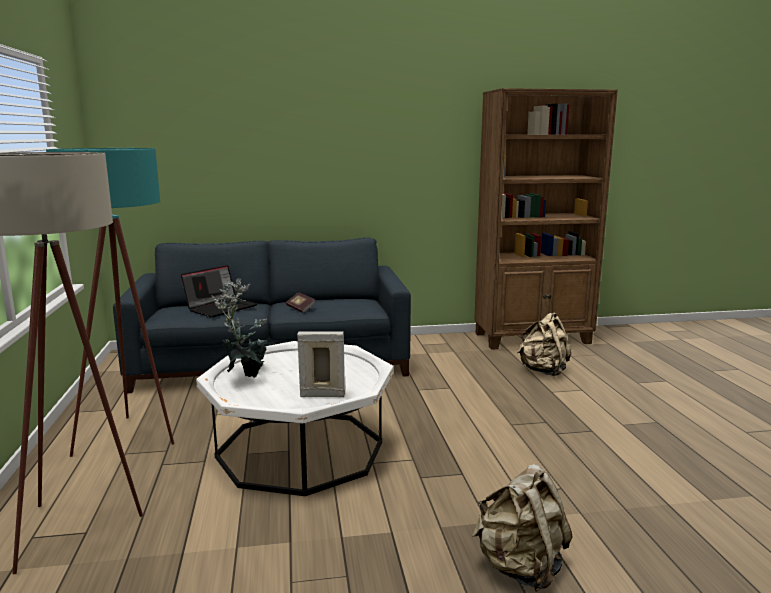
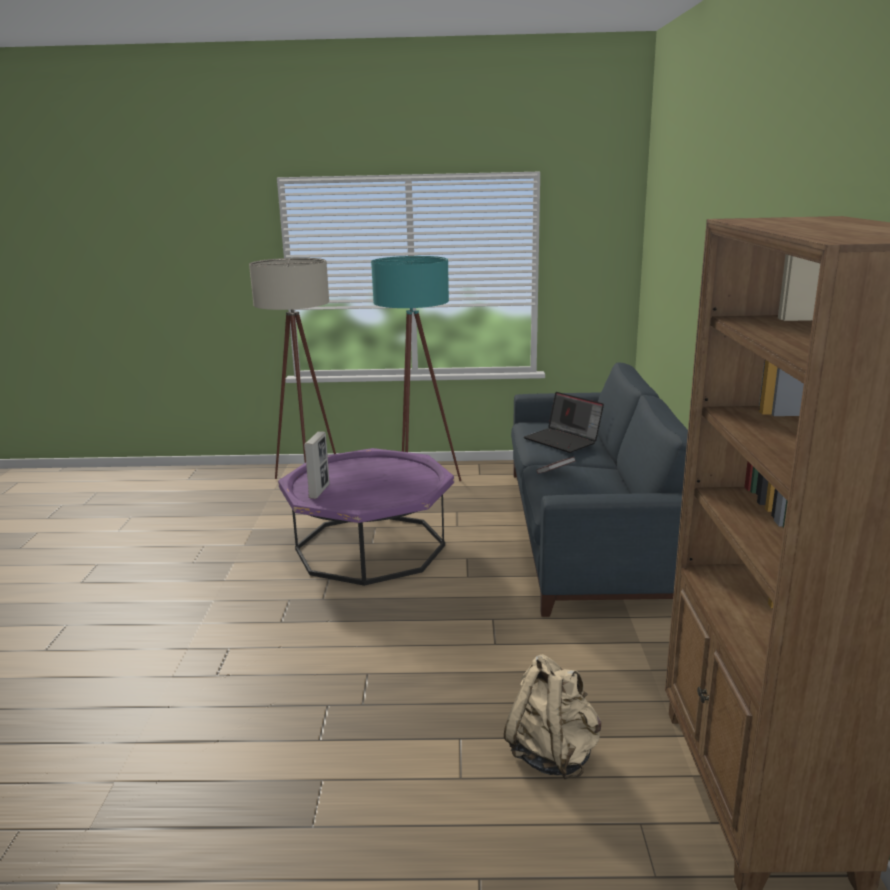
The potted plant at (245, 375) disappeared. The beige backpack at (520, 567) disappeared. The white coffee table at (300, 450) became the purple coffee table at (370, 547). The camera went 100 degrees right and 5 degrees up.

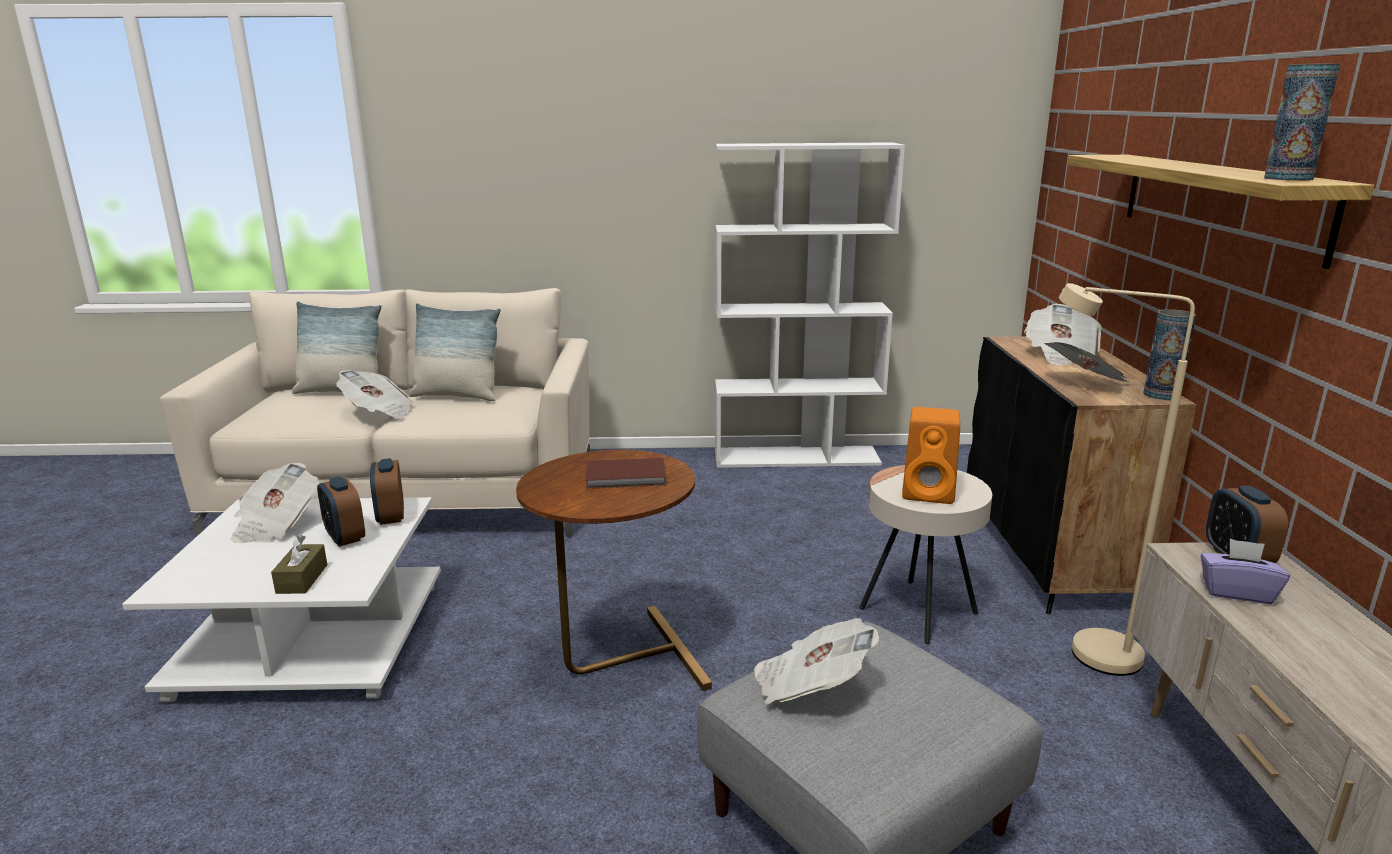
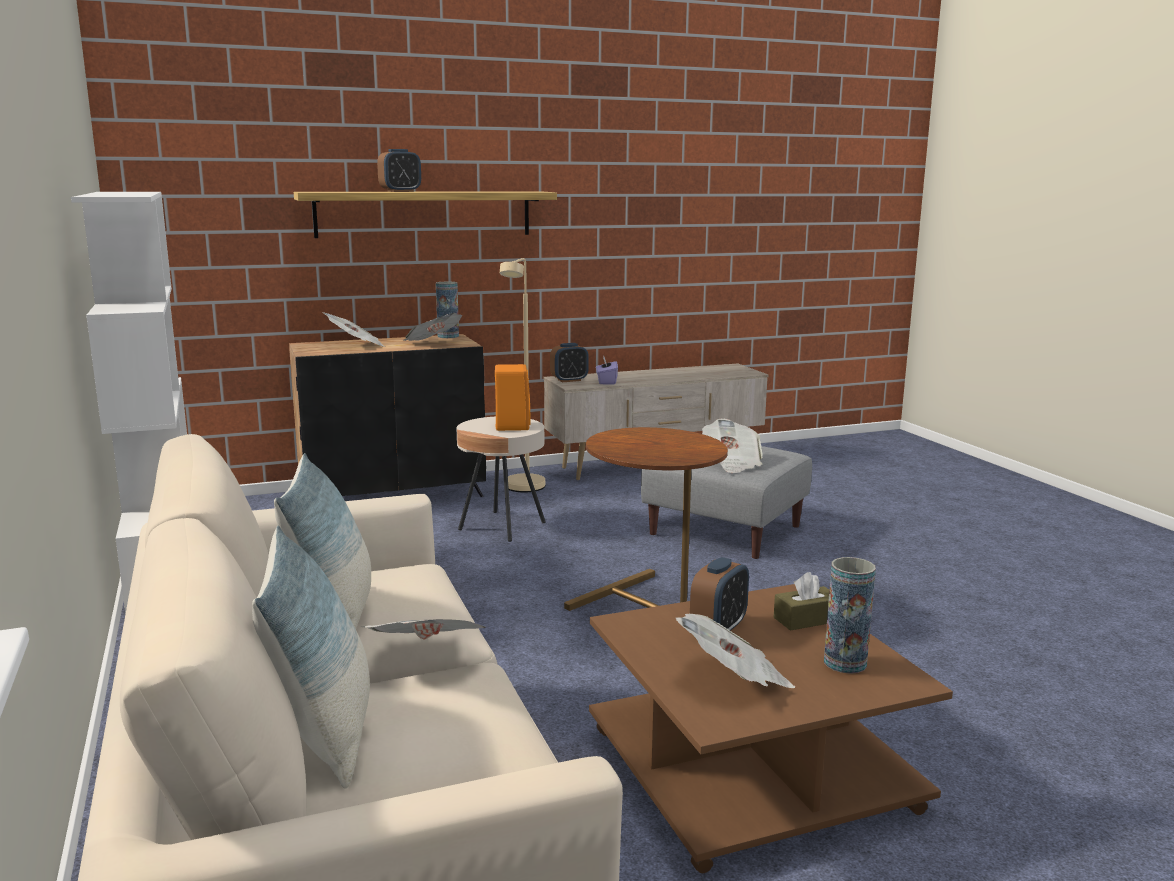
The brown book at (627, 477) disappeared. The alarm clock moved from (390, 516) to (400, 191). The vase moved from (1288, 178) to (845, 663). The white coffee table at (316, 638) became the brown coffee table at (746, 768). The camera went 110 degrees left and 5 degrees down.

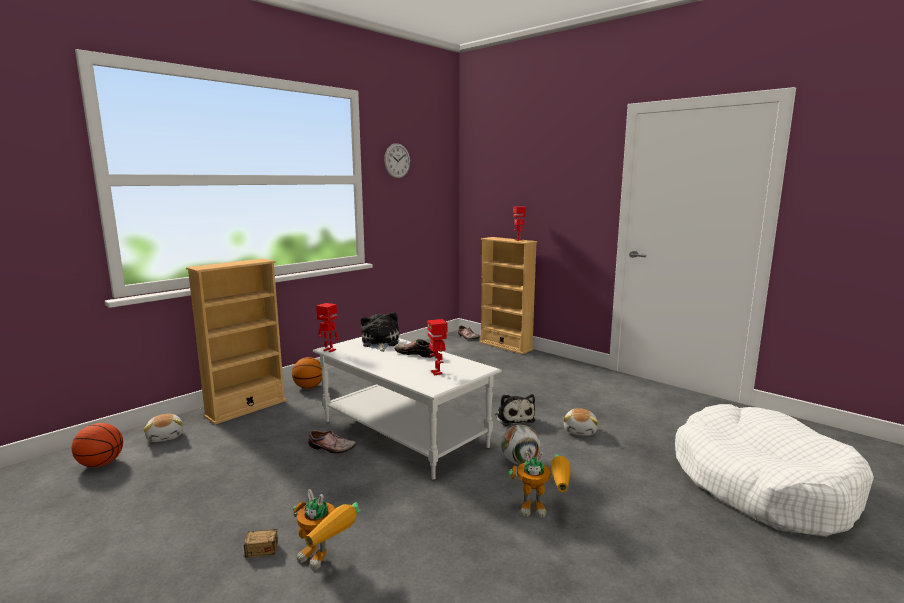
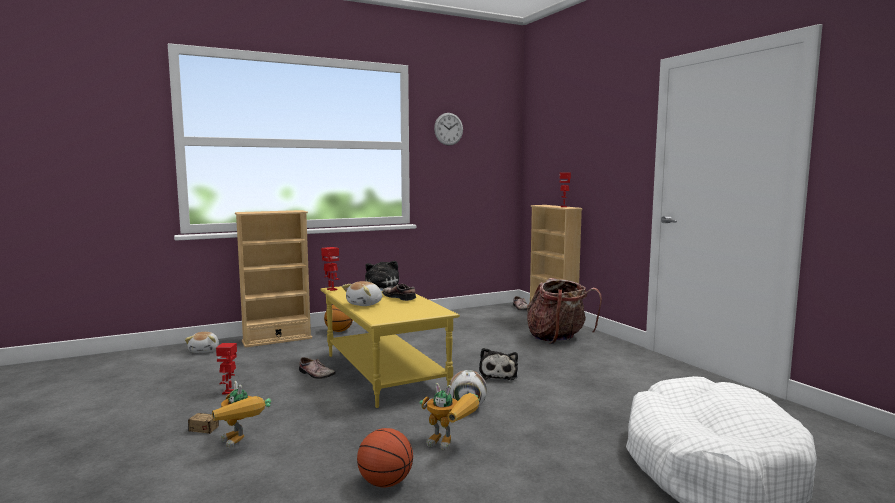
The backpack at (558, 338) appeared. The basketball moved from (100, 464) to (385, 483). The toy robot moved from (437, 373) to (228, 392). The plush toy moved from (580, 431) to (365, 304). The white coffee table at (402, 434) became the yellow coffee table at (383, 373). The camera went 20 degrees right and 5 degrees down.

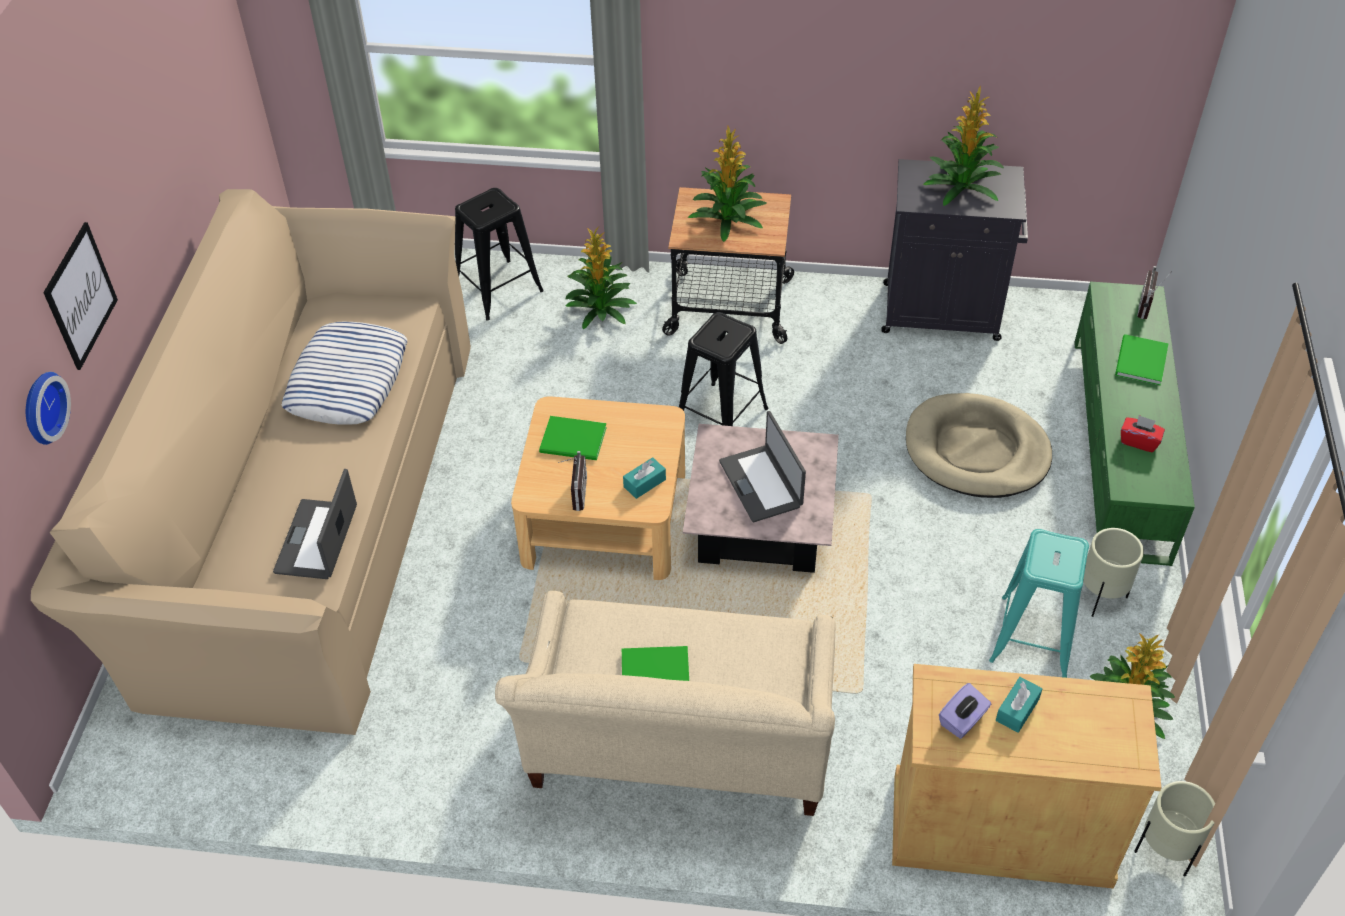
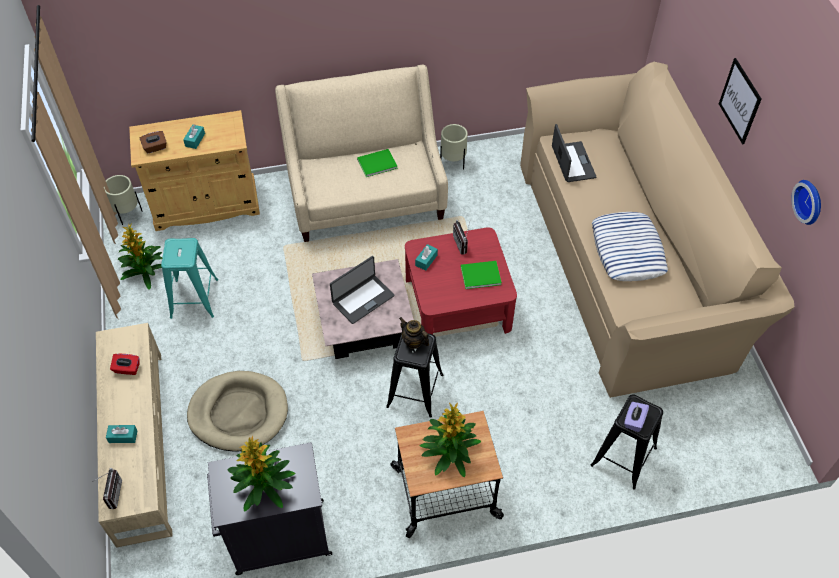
The potted plant at (600, 309) disappeared. The brown tissue box at (155, 147) appeared. The teapot at (413, 341) appeared. The wall clock moved from (41, 407) to (810, 201). The purple tissue box moved from (962, 720) to (634, 421). The beige planter moved from (1100, 598) to (453, 163). The green book at (1139, 362) was replaced by the turquoise tissue box at (123, 436). The beige coffee table at (604, 515) became the red coffee table at (458, 303). The green tv stand at (1119, 447) became the beige tv stand at (140, 443). The laptop at (761, 483) turned 90 degrees clockwise. The camera went 160 degrees right and 5 degrees up.

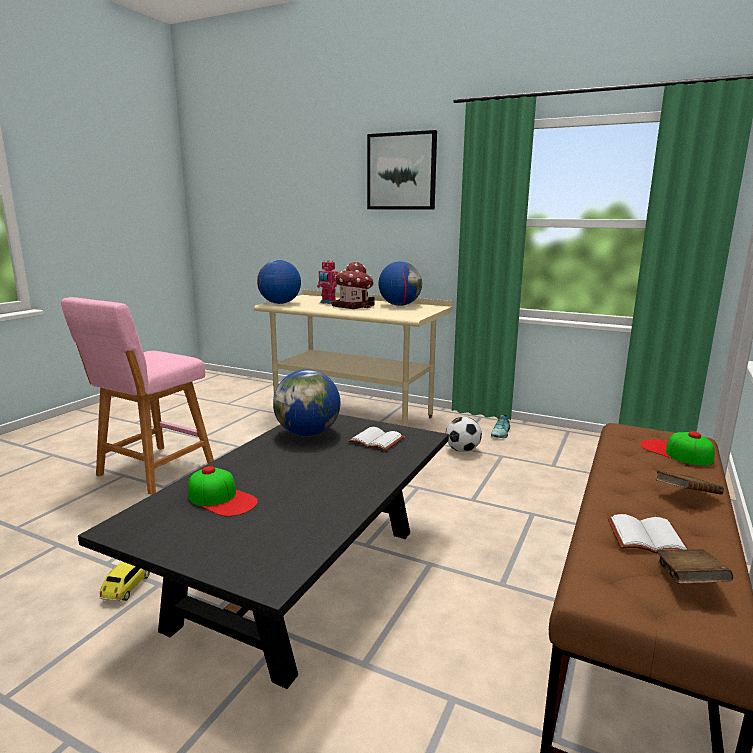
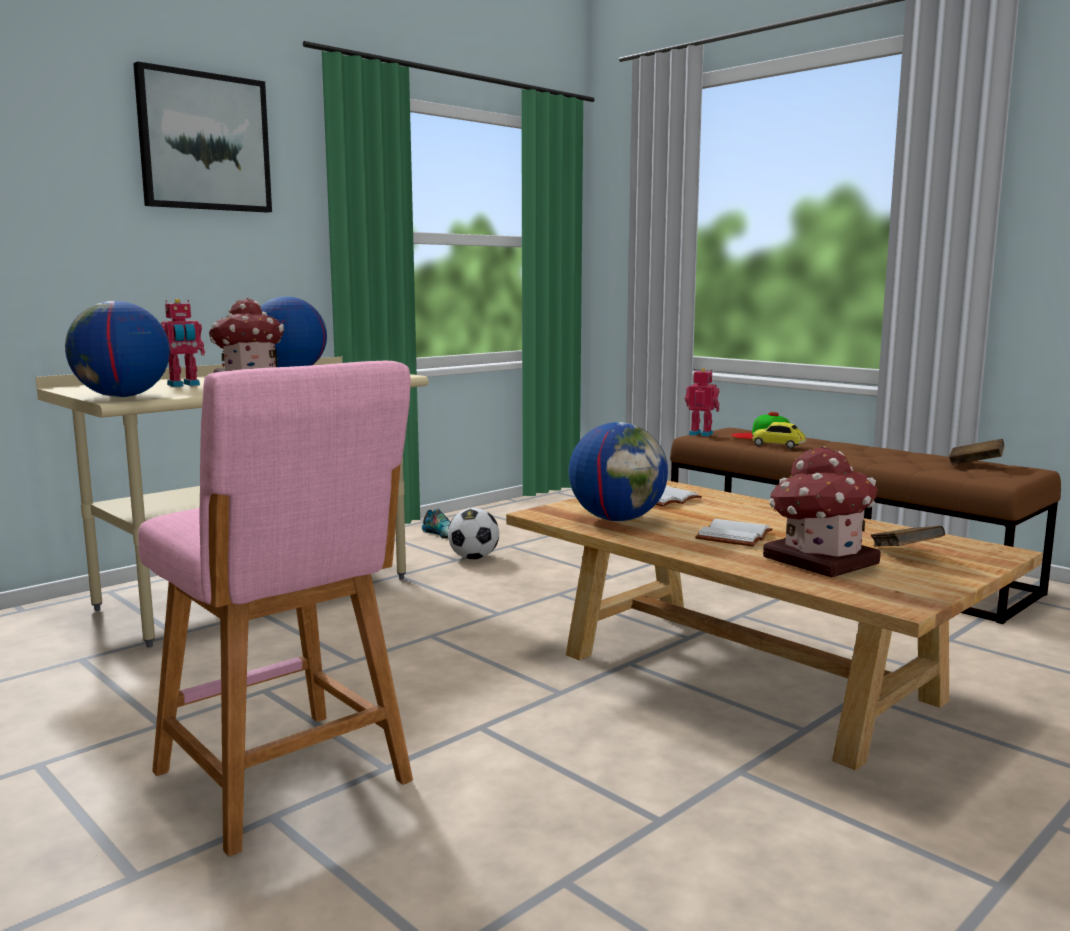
The toy robot at (701, 434) appeared. The toy car moved from (126, 588) to (778, 445). The white book moved from (645, 538) to (736, 537). The brown book moved from (686, 496) to (904, 554). The cap at (222, 499) was replaced by the toy house at (818, 560). The black coffee table at (302, 576) became the beige coffee table at (747, 677). The camera went 70 degrees left and 5 degrees down.

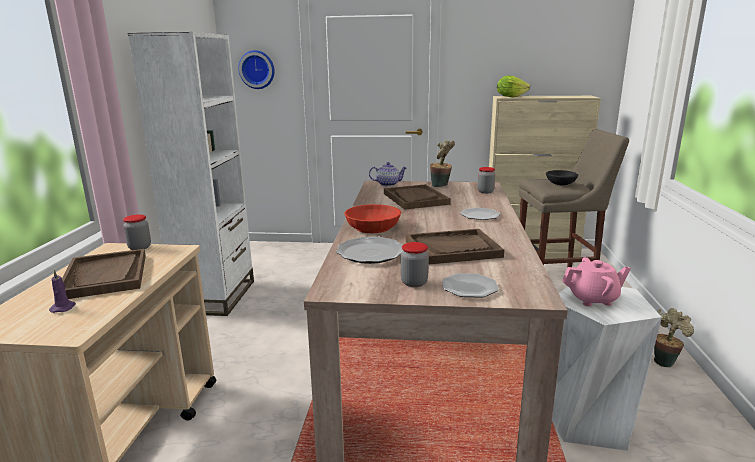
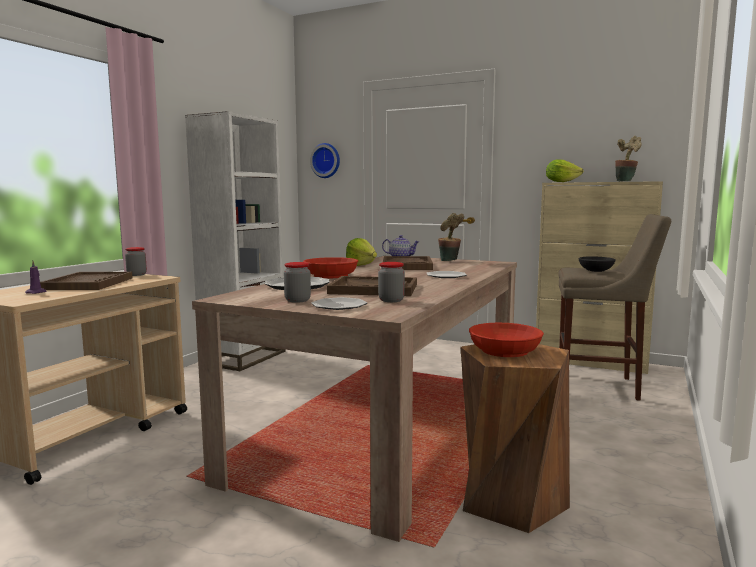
The lettuce at (361, 265) appeared. The jar moved from (485, 192) to (391, 300). The potted plant moved from (665, 361) to (626, 181). The pink teapot at (593, 299) was replaced by the red bowl at (504, 350). The white stool at (588, 418) became the brown stool at (511, 499). The camera went 20 degrees right and 10 degrees down.

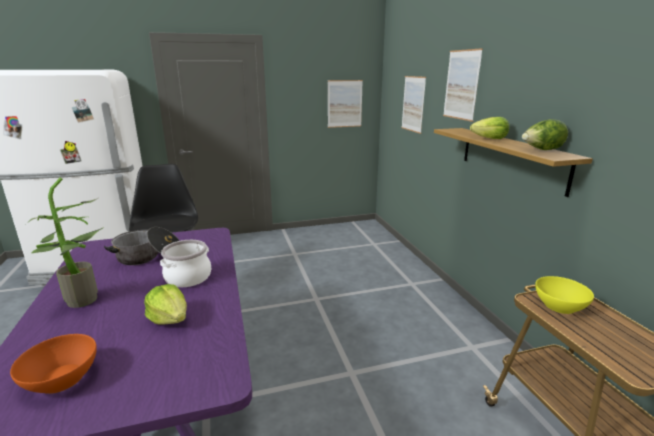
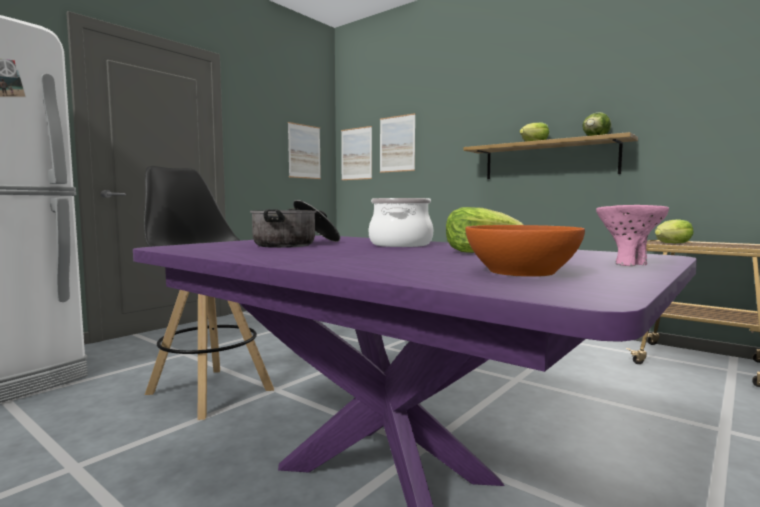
The potted plant at (81, 302) disappeared. The pink bowl at (628, 264) appeared. The picture moved from (461, 85) to (356, 154). The yellow bowl at (560, 306) was replaced by the lettuce at (672, 243). The camera went 35 degrees left and 15 degrees down.

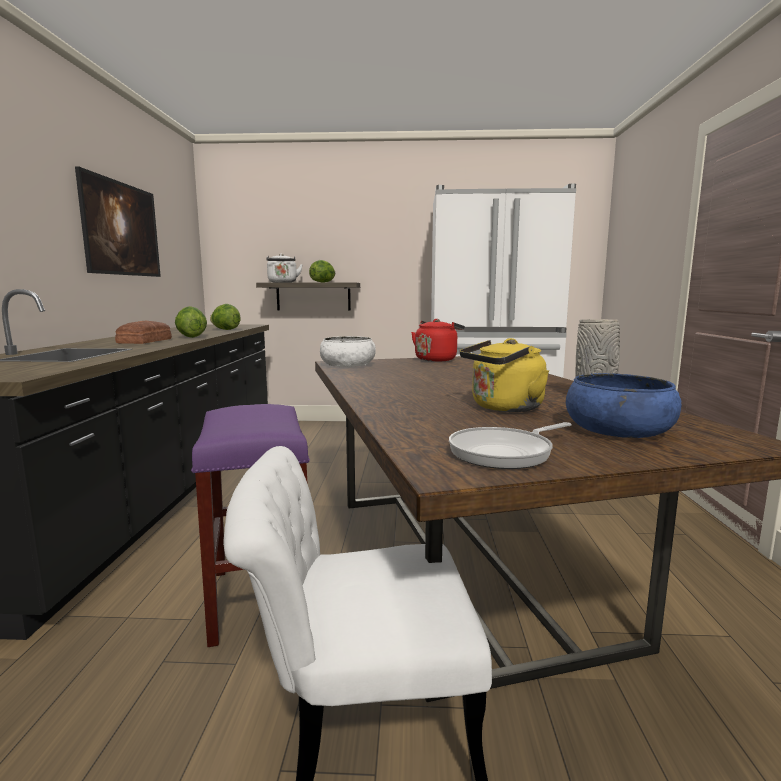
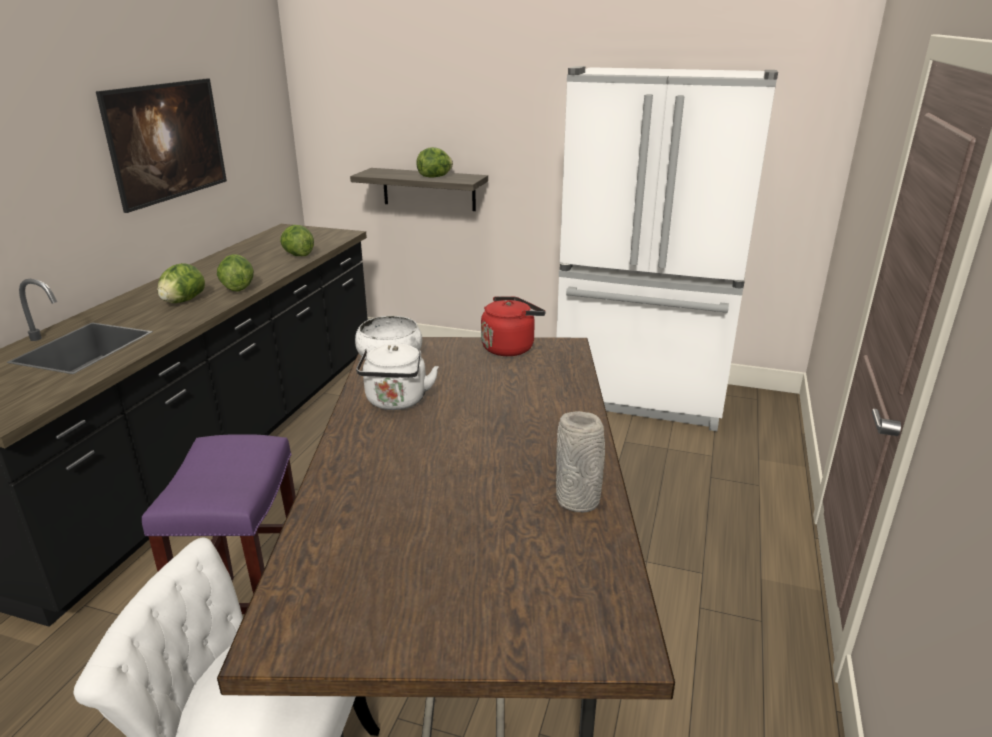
The frying pan at (505, 453) disappeared. The yellow kettle at (503, 408) disappeared. The blue bowl at (618, 430) disappeared. The white kettle moved from (282, 282) to (396, 402). The bread at (146, 341) was replaced by the lettuce at (183, 301). The camera went 15 degrees right and 15 degrees up.

